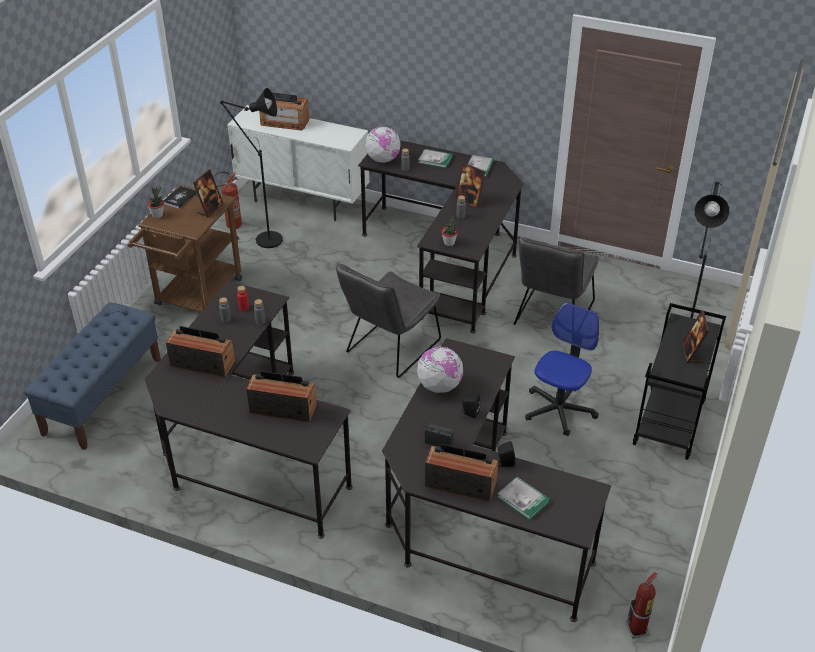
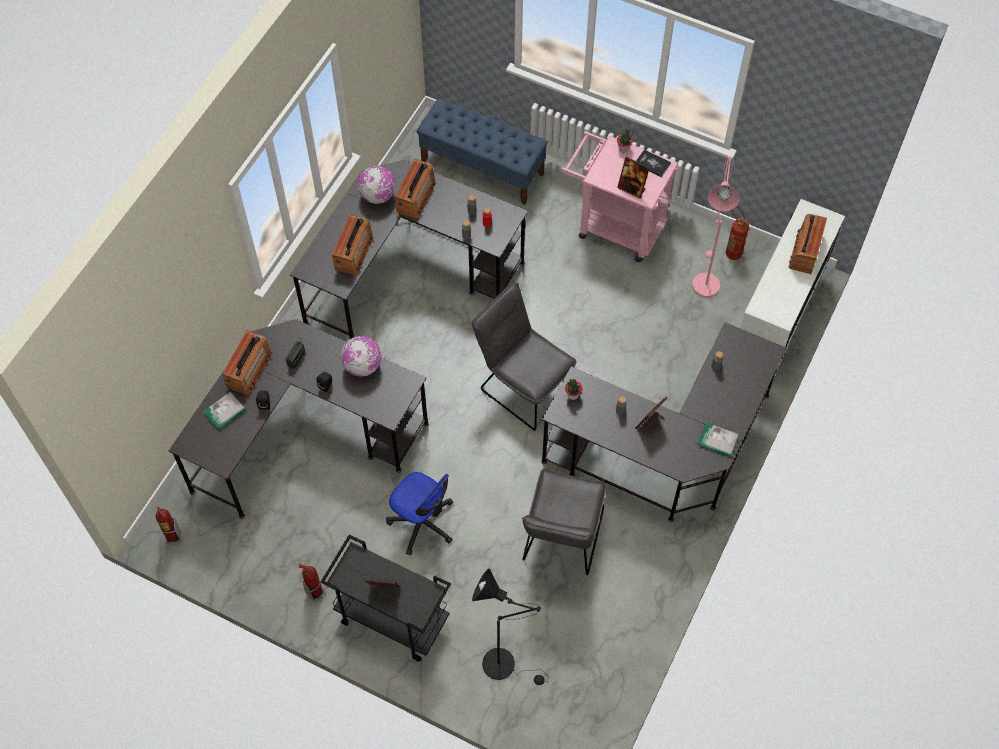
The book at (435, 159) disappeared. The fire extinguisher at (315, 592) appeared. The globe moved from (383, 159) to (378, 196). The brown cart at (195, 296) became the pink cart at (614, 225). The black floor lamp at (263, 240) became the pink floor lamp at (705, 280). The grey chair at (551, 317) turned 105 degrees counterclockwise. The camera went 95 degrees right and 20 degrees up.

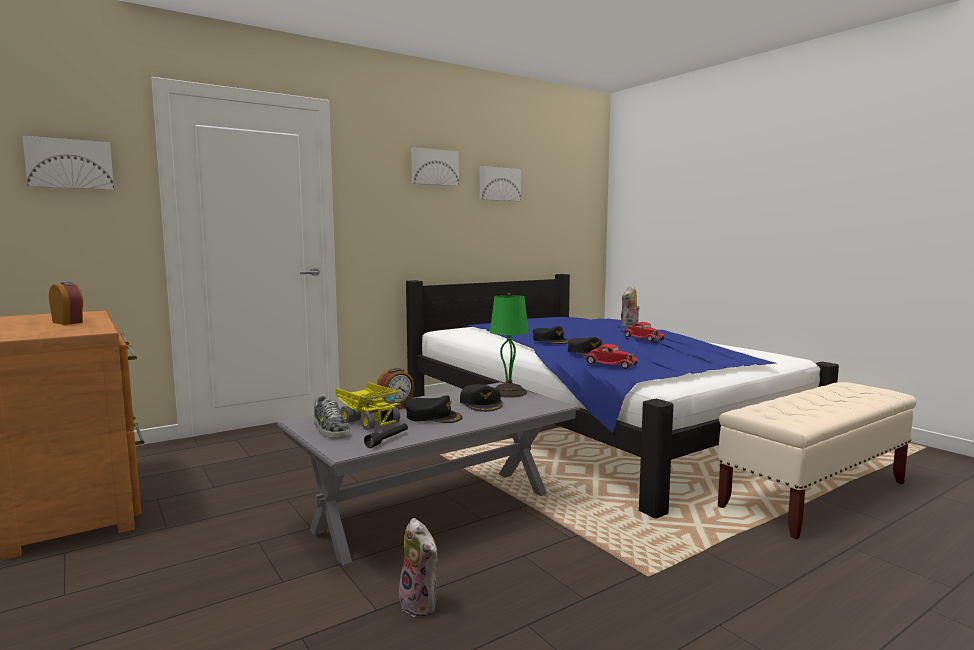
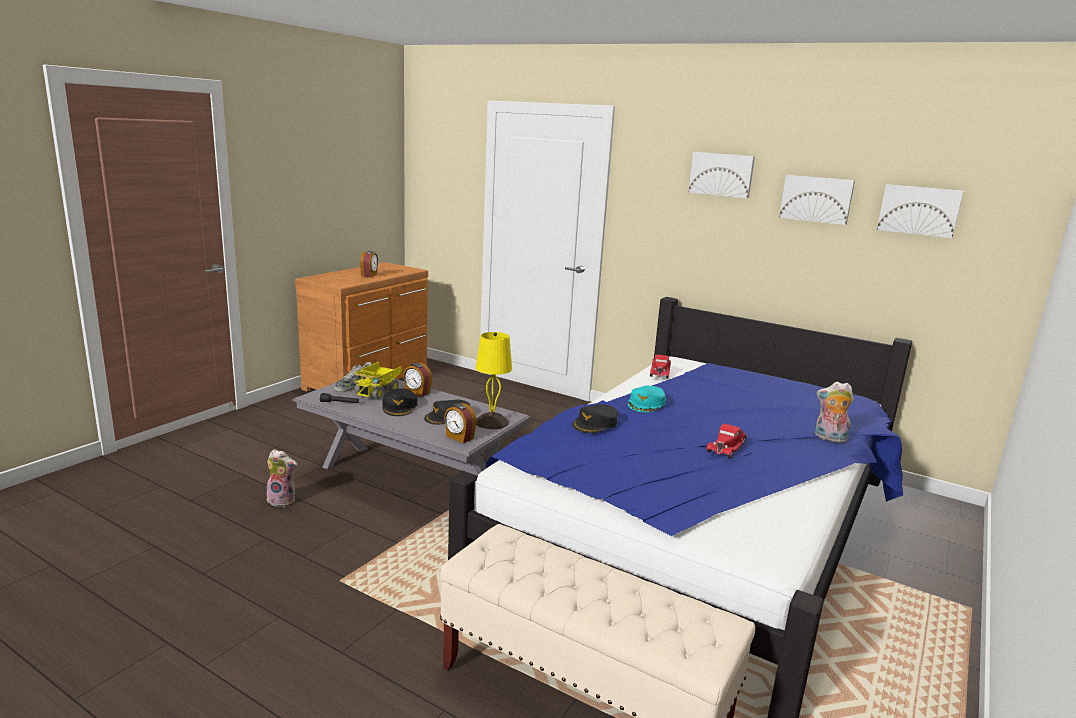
The alarm clock at (459, 438) appeared. The picture moved from (70, 164) to (919, 210). The red toy car moved from (609, 364) to (660, 371). The green table lamp at (508, 392) became the yellow table lamp at (491, 422). The black cap at (550, 340) became the turquoise cap at (646, 404). The plush toy at (421, 604) turned 105 degrees counterclockwise. The camera went 65 degrees right and 10 degrees up.

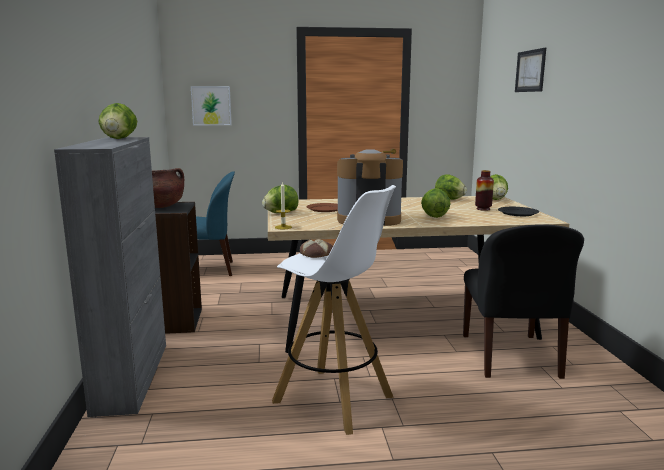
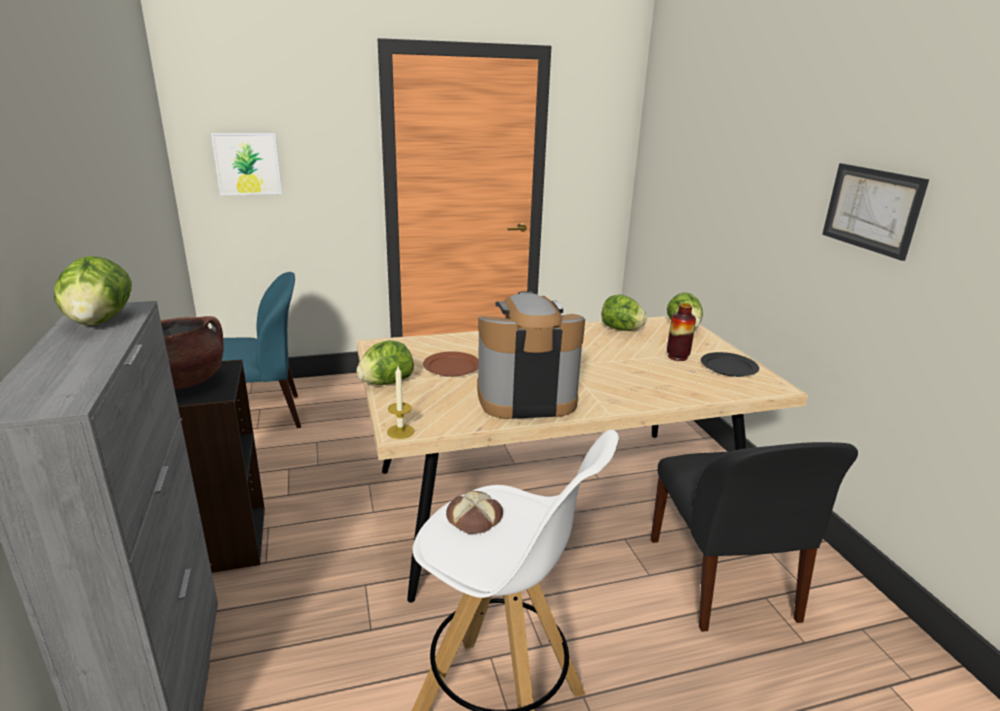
The lettuce at (434, 216) disappeared. The picture moved from (530, 71) to (872, 209). The camera went 10 degrees left and 10 degrees up.

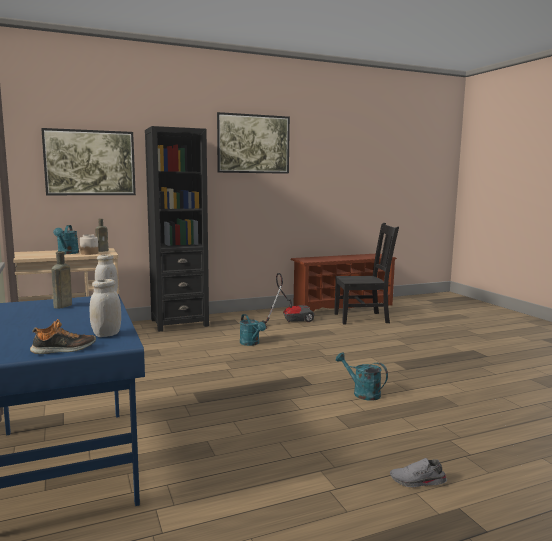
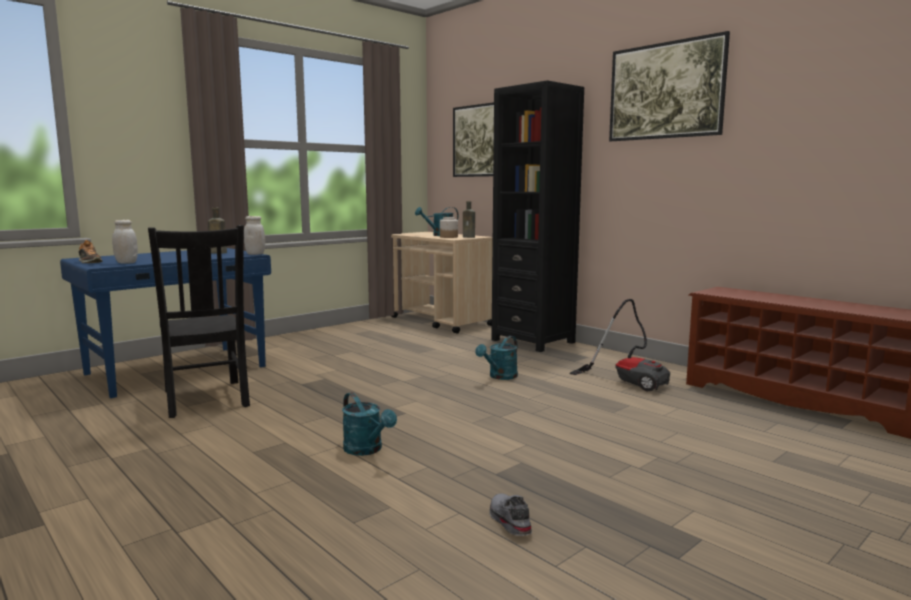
The black chair moved from (363, 318) to (206, 399). The grey shoe moved from (417, 482) to (508, 521). The turquoise watering can at (362, 393) turned 120 degrees clockwise. The camera went 70 degrees right and 0 degrees up.

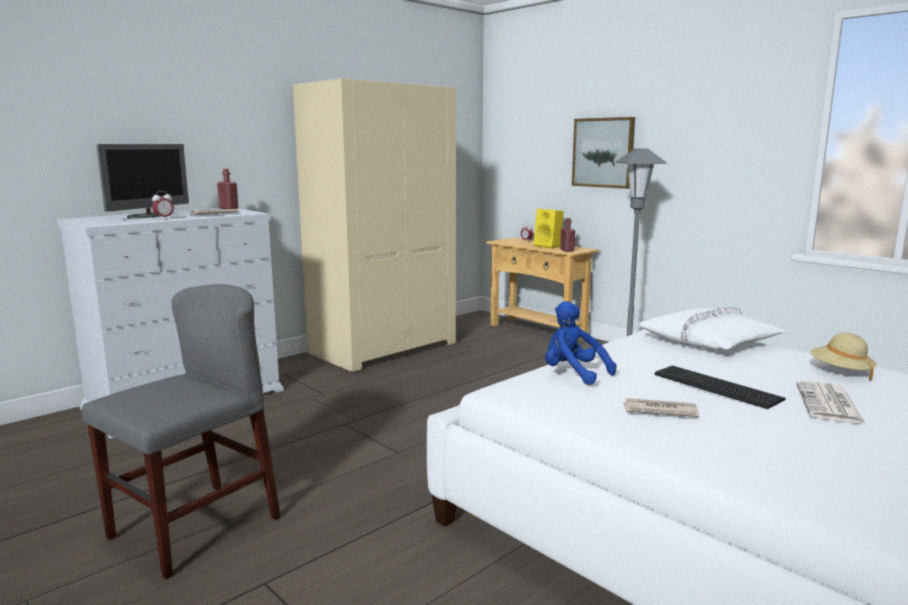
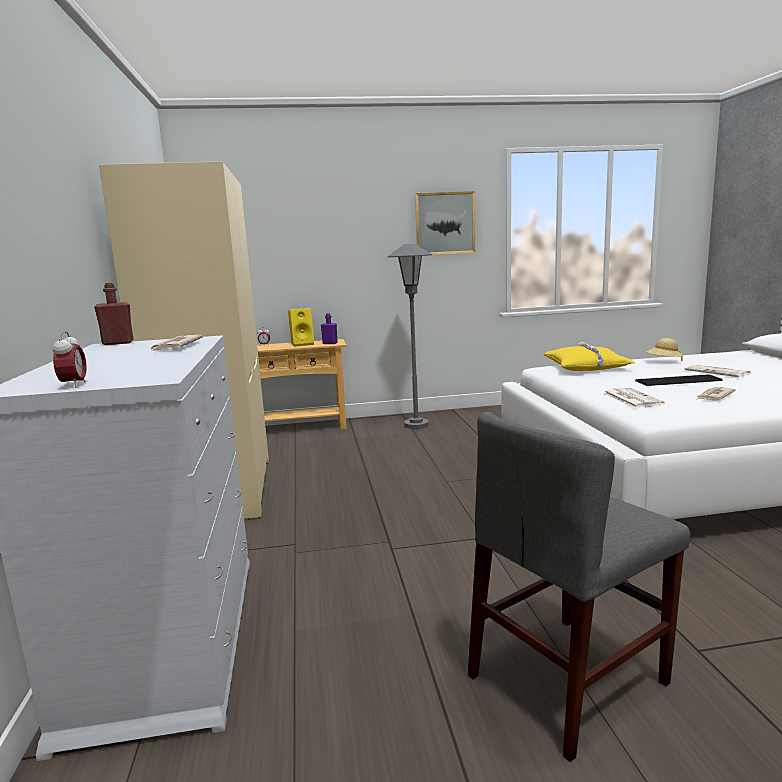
The monitor at (149, 216) disappeared. The alarm clock moved from (164, 218) to (74, 385). The picture moved from (603, 152) to (445, 223). The blue plush toy at (573, 374) was replaced by the newspaper at (630, 398). The red bottle at (567, 250) became the purple bottle at (330, 343). The white pillow at (709, 341) became the yellow pillow at (586, 367). The grey chair at (195, 527) turned 105 degrees counterclockwise. The camera went 55 degrees left and 0 degrees up.

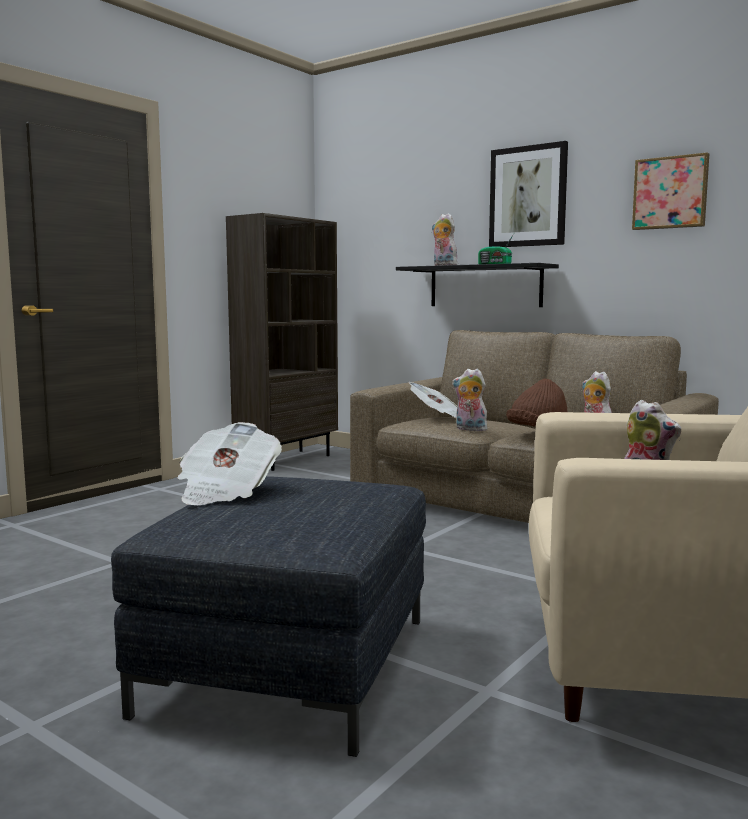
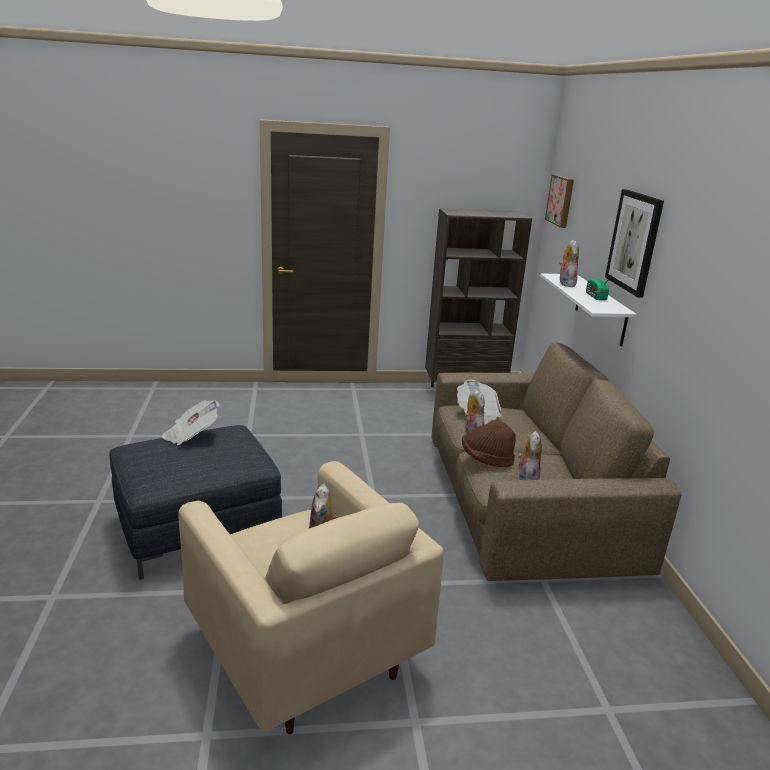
The picture moved from (670, 193) to (561, 200). The black shelf at (485, 286) became the white shelf at (600, 309). The camera went 45 degrees right and 15 degrees up.

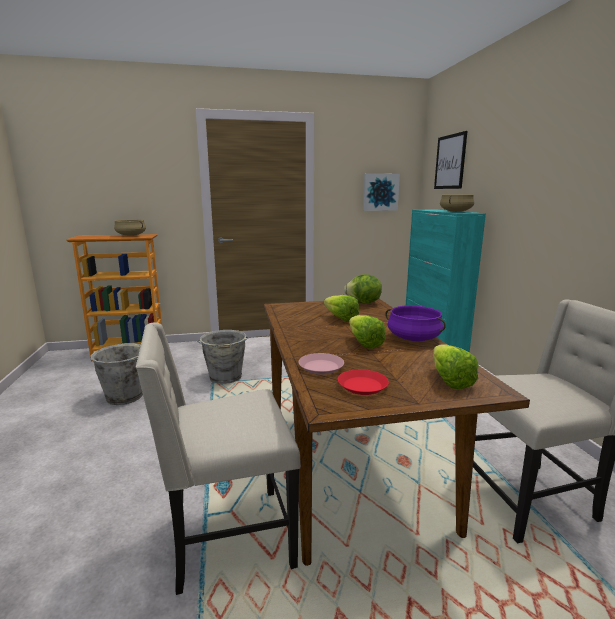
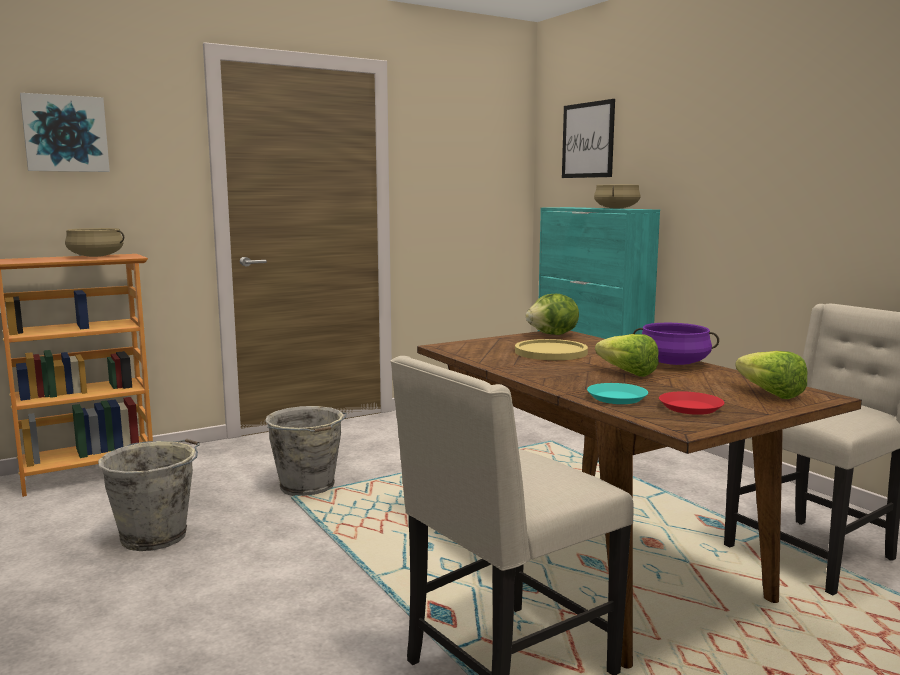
The picture moved from (380, 192) to (65, 134). The lettuce at (339, 318) was replaced by the yellow plate at (551, 352). The pink plate at (321, 367) became the turquoise plate at (617, 398). The camera went 20 degrees left and 5 degrees down.

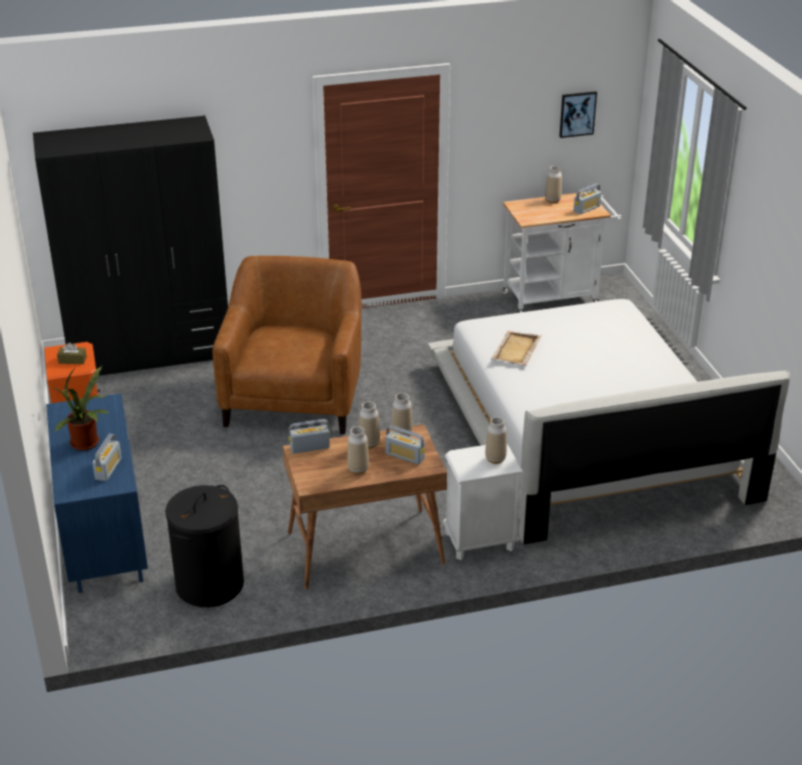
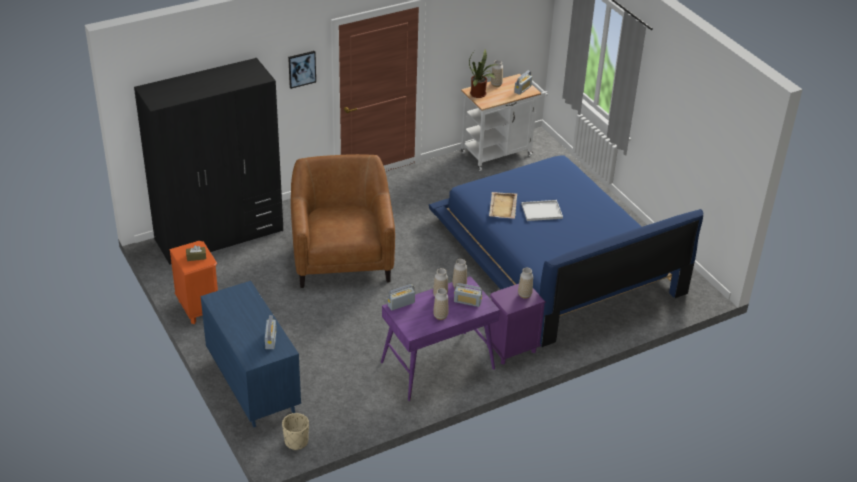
The black laundry basket at (209, 584) disappeared. The beige planter at (296, 441) appeared. The white tray at (541, 211) appeared. The potted plant moved from (87, 444) to (480, 94). The picture moved from (577, 114) to (301, 69). The brown desk at (364, 549) became the purple desk at (437, 366). The white bed at (586, 430) became the blue bed at (555, 257). The white nightstand at (479, 541) became the purple nightstand at (511, 349). The camera went 15 degrees left and 5 degrees up.

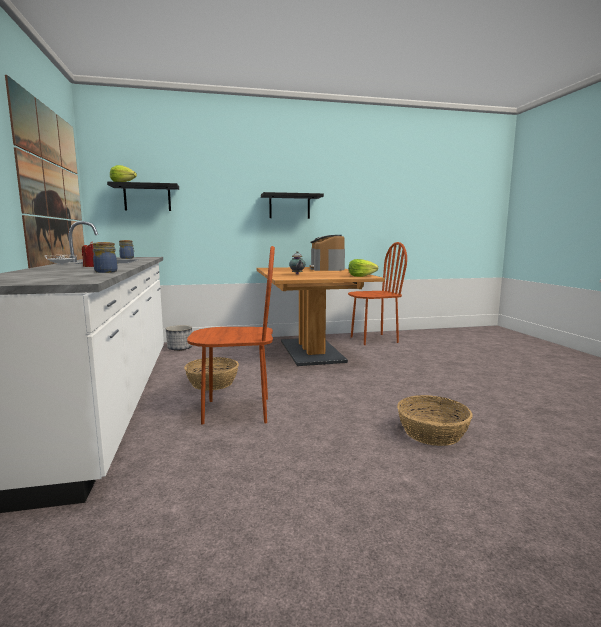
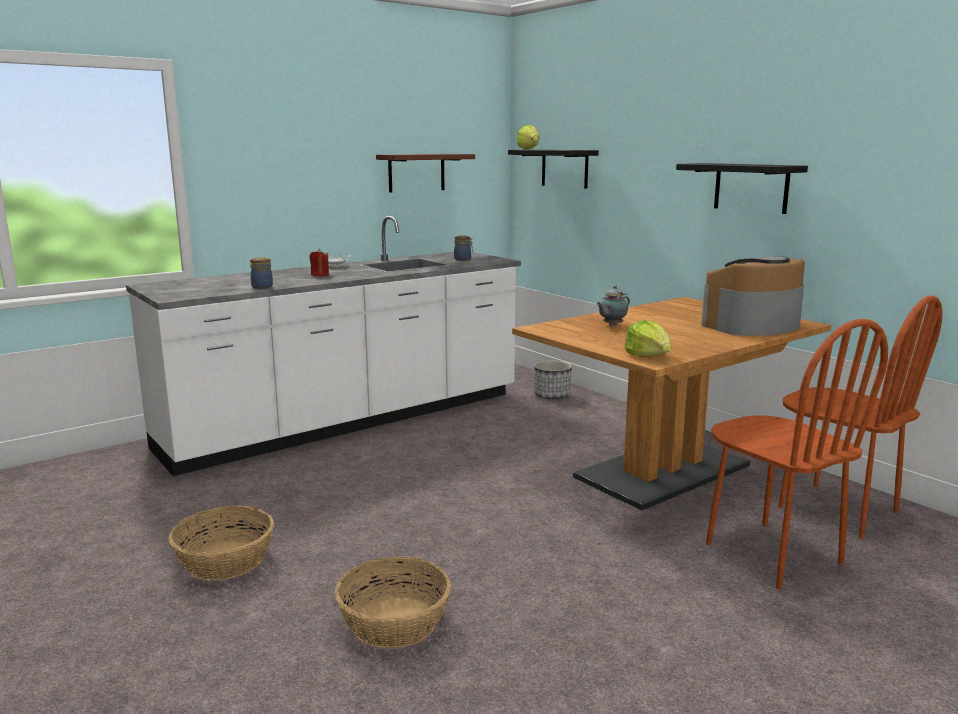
The basket moved from (212, 383) to (224, 561). The brown chair moved from (236, 411) to (772, 554). The picture at (52, 190) was replaced by the brown shelf at (416, 172). The camera went 65 degrees right and 5 degrees up.

